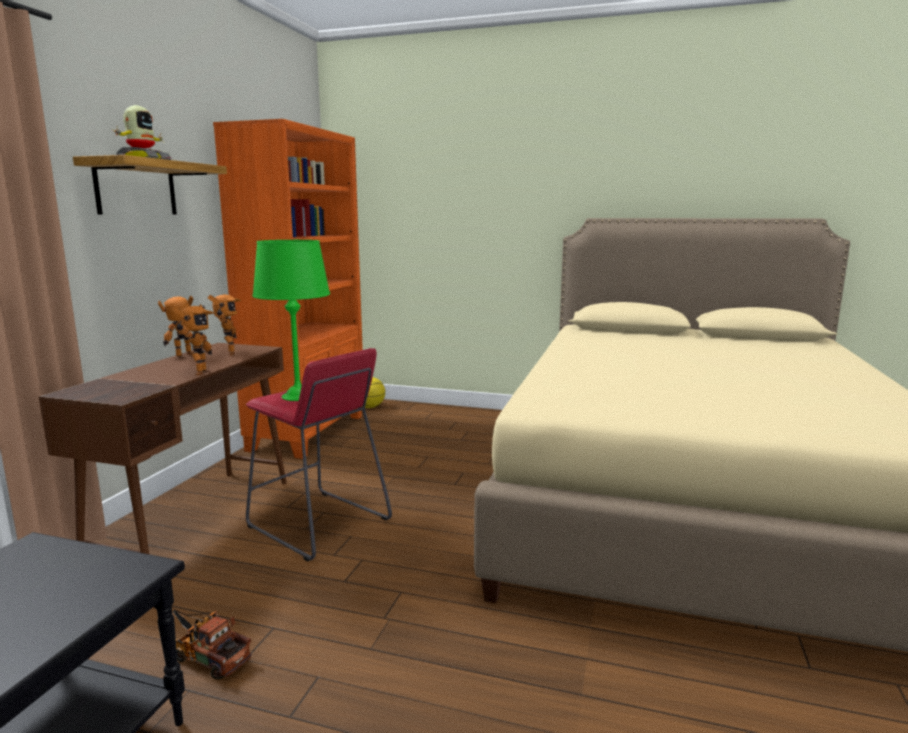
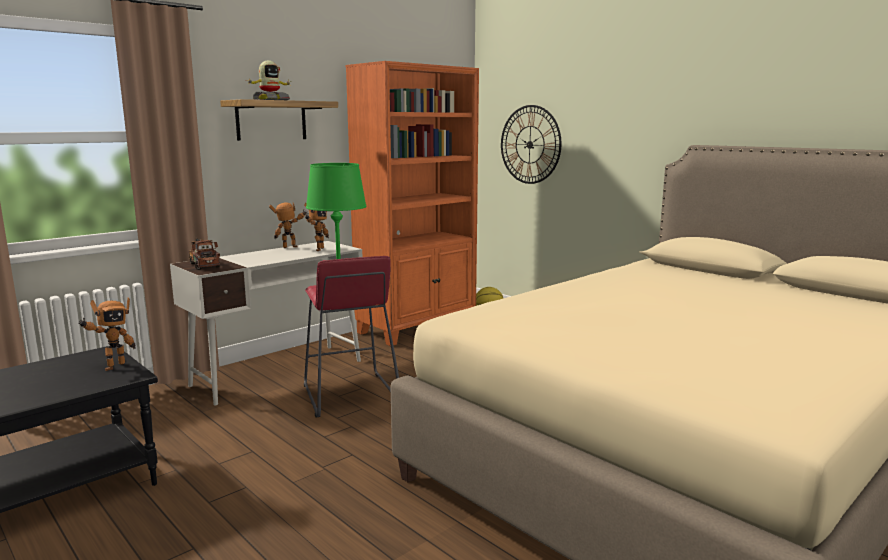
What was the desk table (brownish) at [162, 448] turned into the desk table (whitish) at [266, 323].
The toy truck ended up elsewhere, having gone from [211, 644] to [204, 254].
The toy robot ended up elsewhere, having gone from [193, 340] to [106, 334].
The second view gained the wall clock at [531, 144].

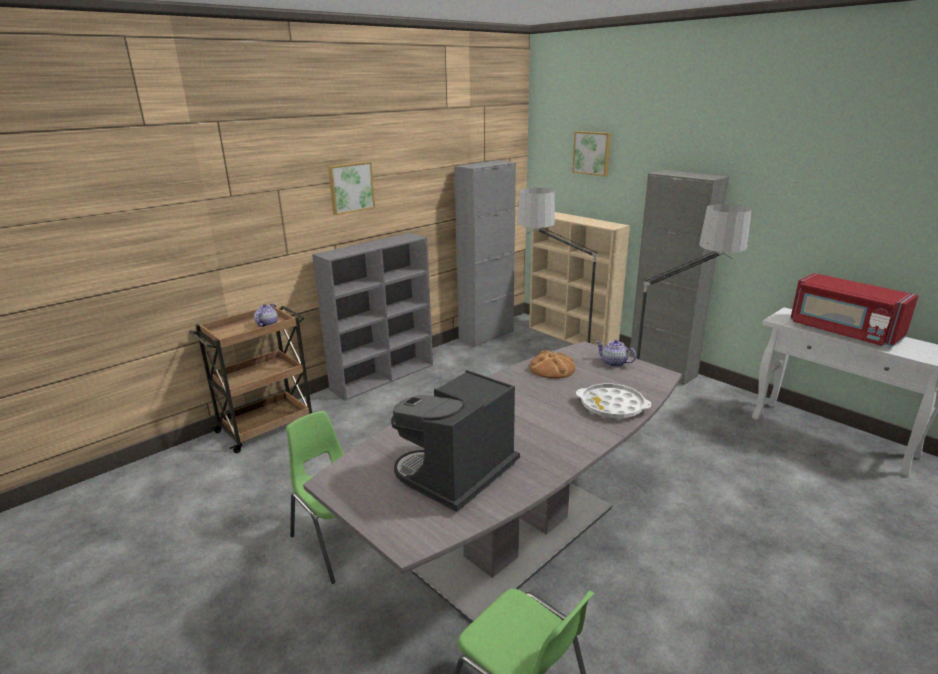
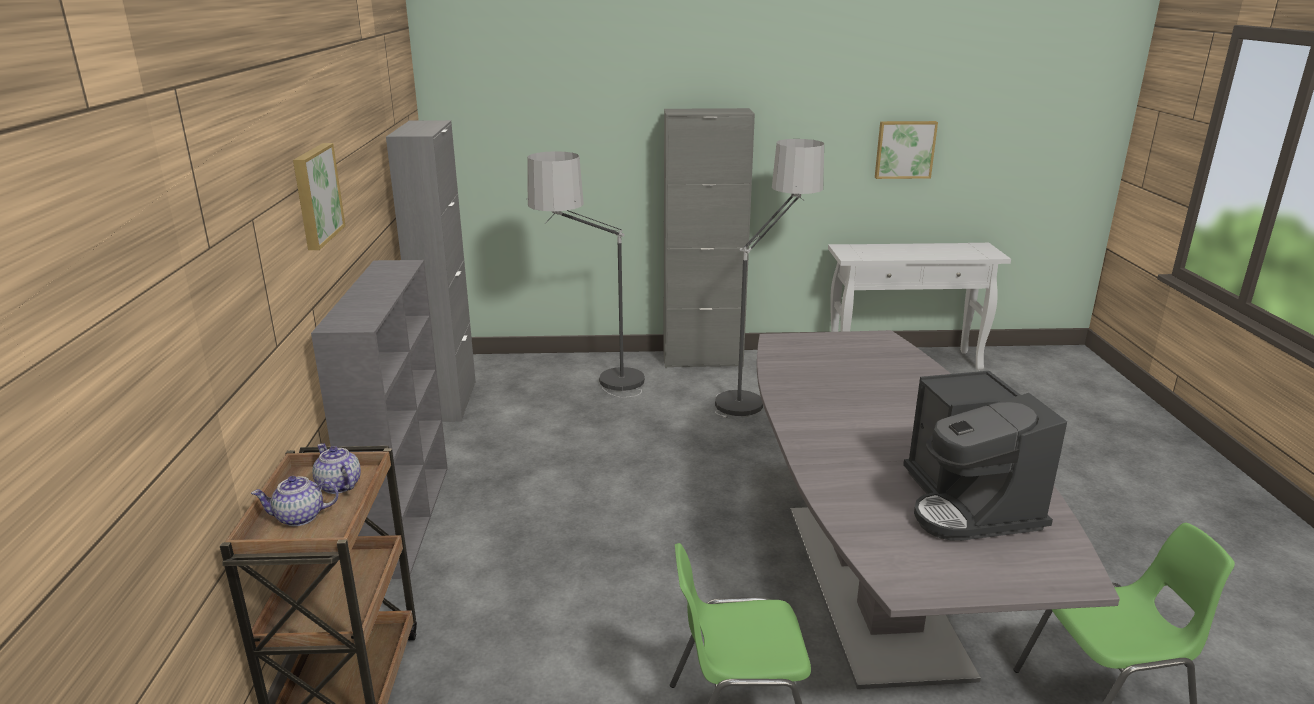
The second view lost the shelving unit (sand-coloured) at [579, 279].
The second view lost the bakery bread at [552, 364].
The wall picture ended up elsewhere, having gone from [591, 153] to [906, 150].
The second view lost the carrying tray (whitish) at [613, 401].
The tea pot ended up elsewhere, having gone from [616, 353] to [294, 501].
The second view lost the kitchen microwave (reddish) at [854, 310].

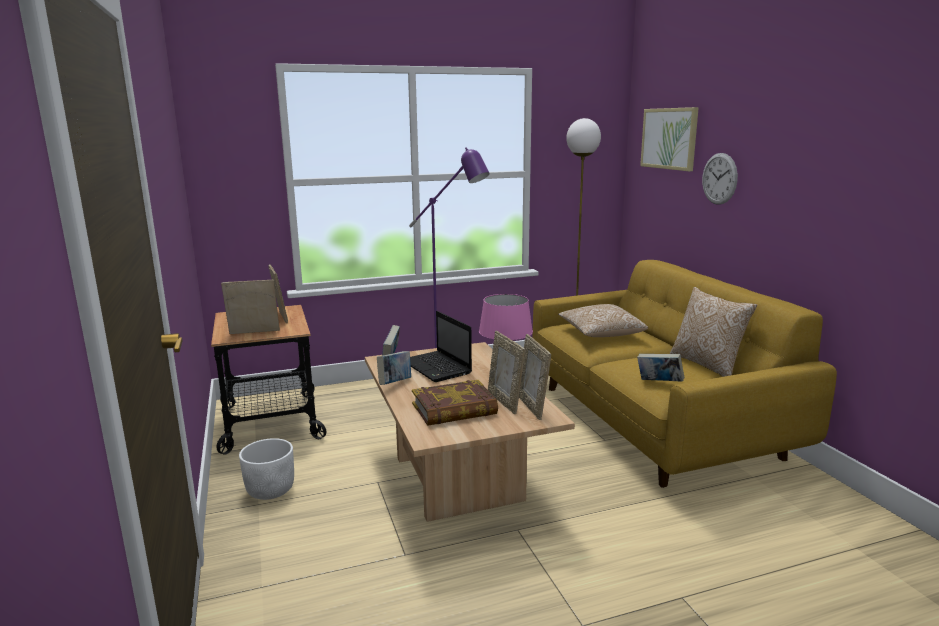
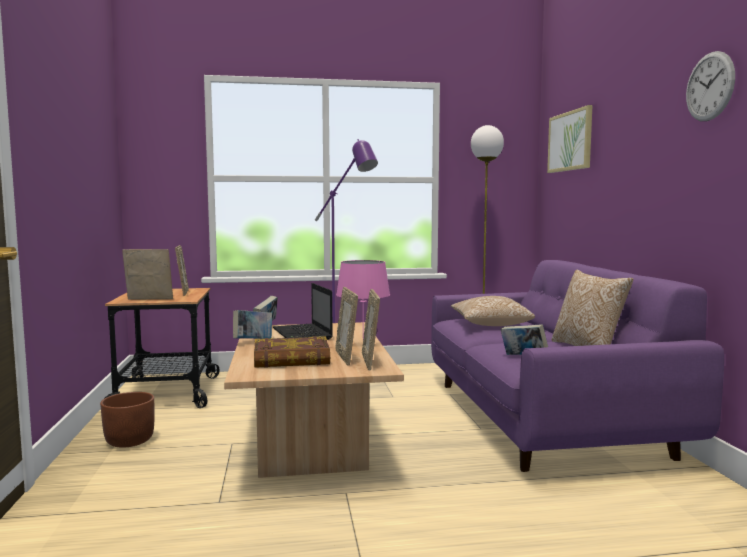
What was the plant pot (whitish) at [266, 469] turned into the plant pot (brownish) at [127, 420].
What was the couch (yellowish) at [685, 374] turned into the couch (purple) at [577, 366].
The wall clock ended up elsewhere, having gone from [720, 179] to [710, 86].

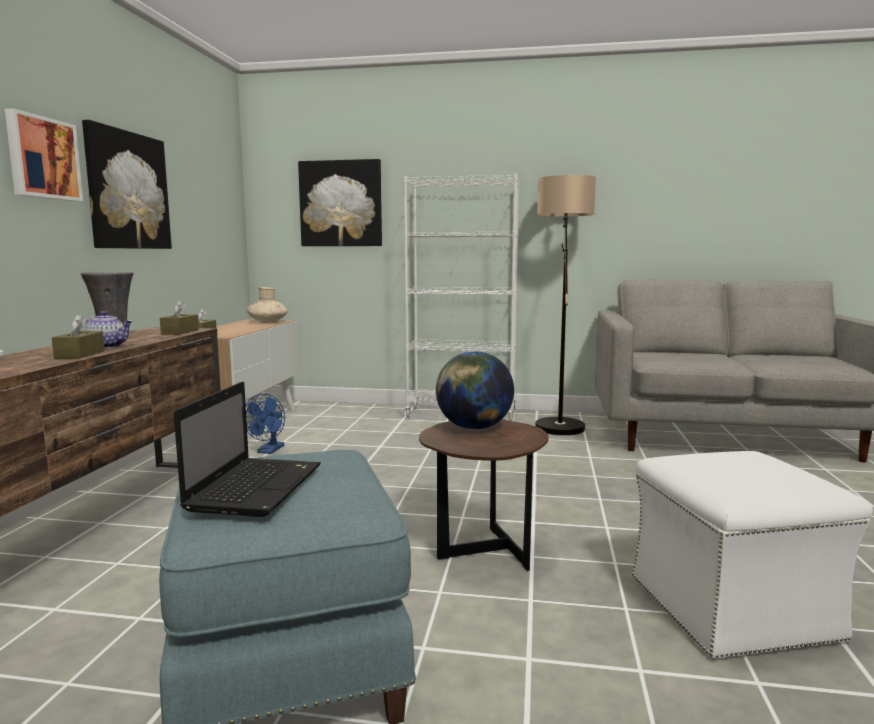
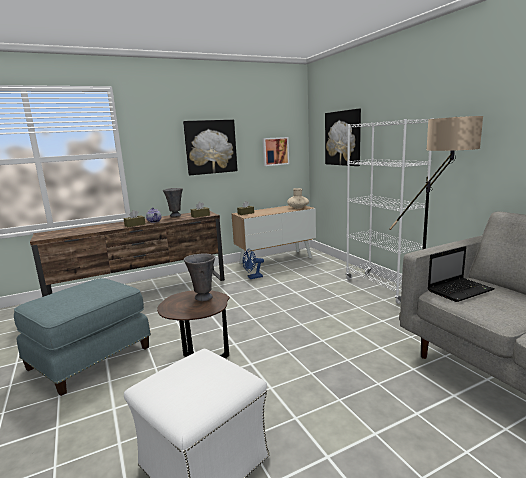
The wall picture ended up elsewhere, having gone from [44, 155] to [276, 151].
The laptop ended up elsewhere, having gone from [247, 449] to [461, 274].
Where the desk globe stood at [475, 390], the decorative vase (grey) came to stand at [199, 277].

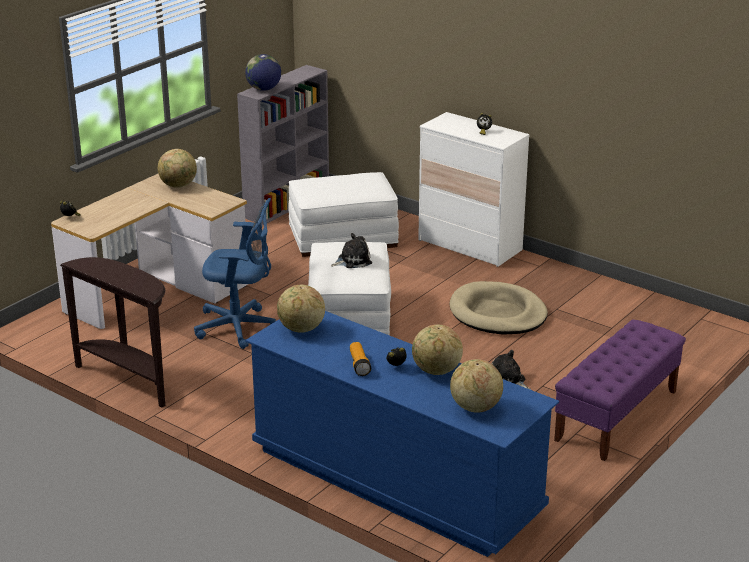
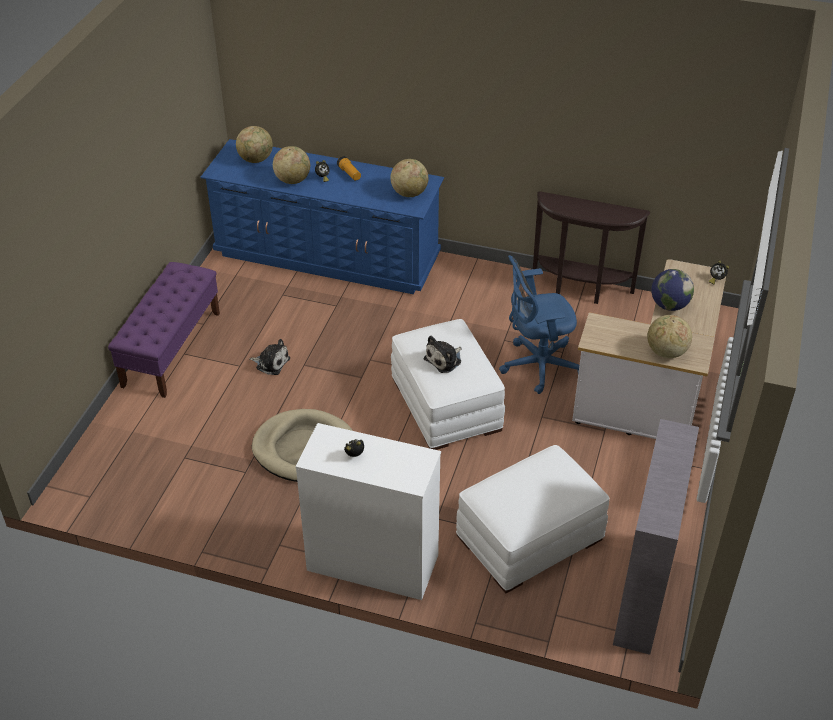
The desk globe ended up elsewhere, having gone from [263, 72] to [672, 290].

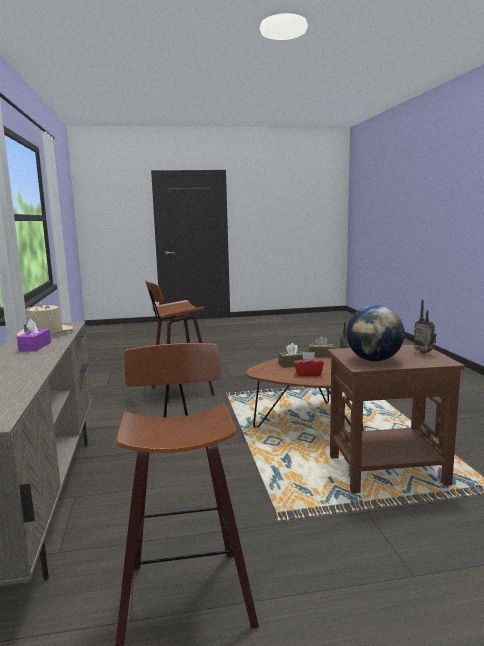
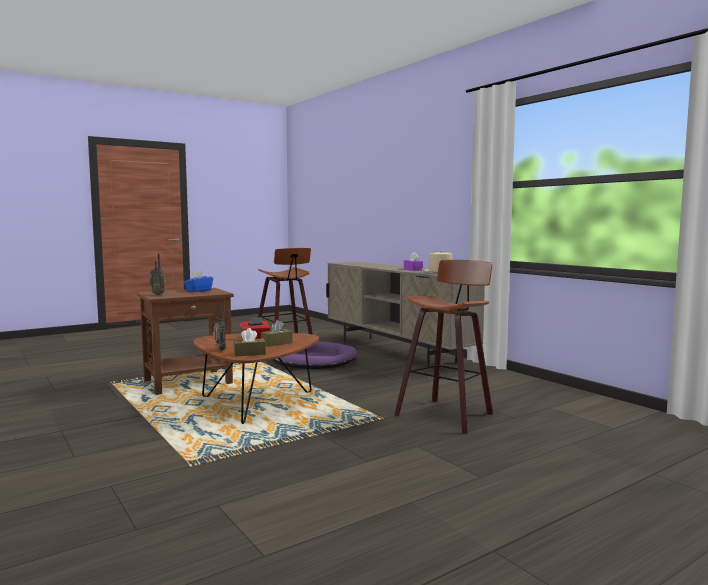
Where the desk globe stood at [375, 333], the box of tissues (bluish) came to stand at [198, 281].
The second view gained the pet bed (purple) at [315, 355].

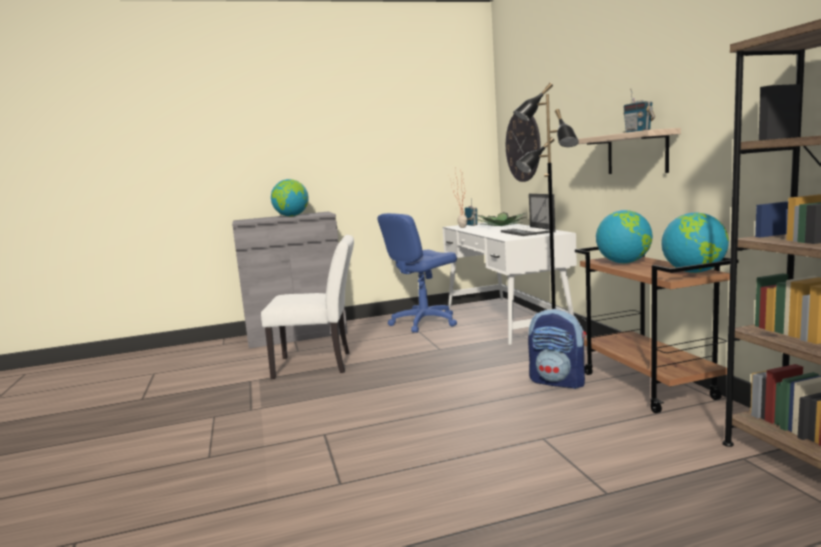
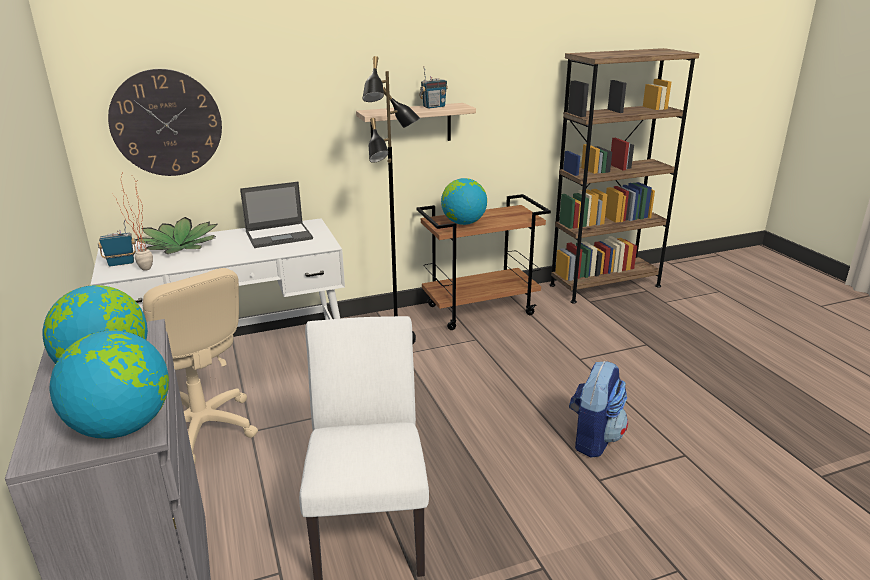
What was the desk chair (bluish) at [417, 273] turned into the desk chair (sand-coloured) at [200, 366].
The rucksack ended up elsewhere, having gone from [557, 349] to [598, 409].
The desk globe ended up elsewhere, having gone from [695, 243] to [109, 384].

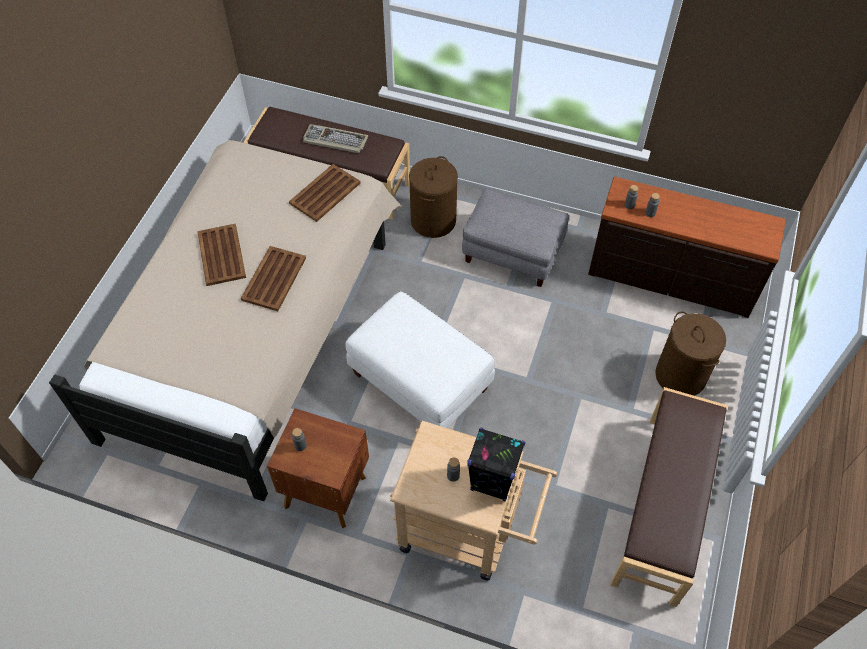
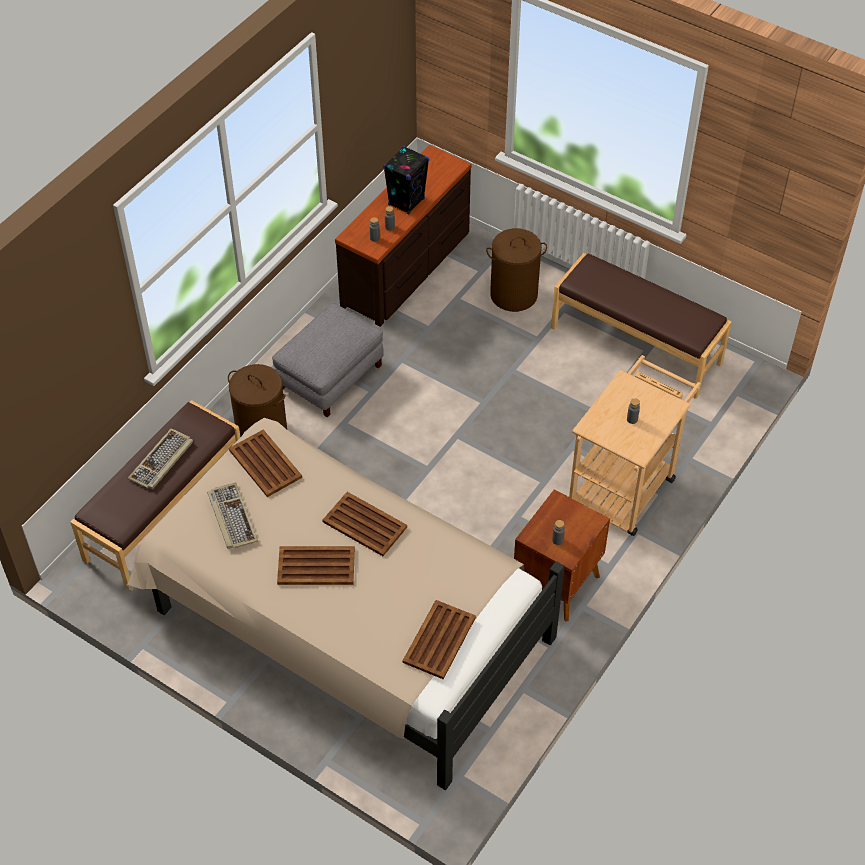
The second view lost the pouffe (whitish) at [420, 359].
The loudspeaker (black-coloured) ended up elsewhere, having gone from [496, 464] to [406, 180].
The second view gained the computer keyboard at [232, 516].
The second view gained the carrying tray (brownish) at [439, 640].

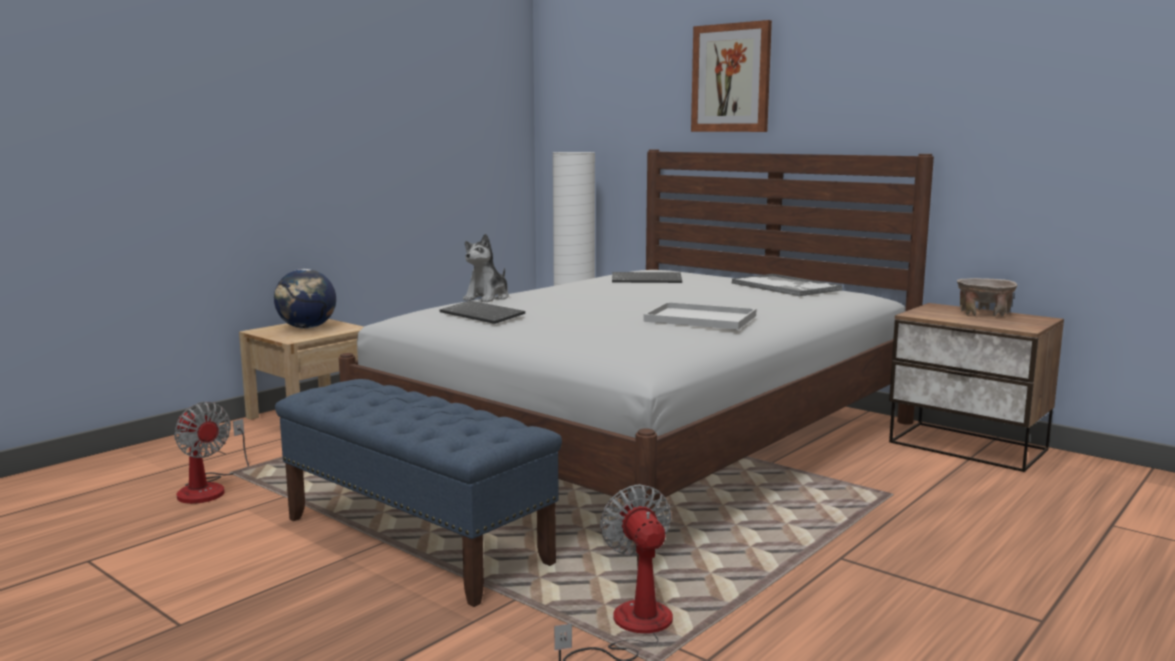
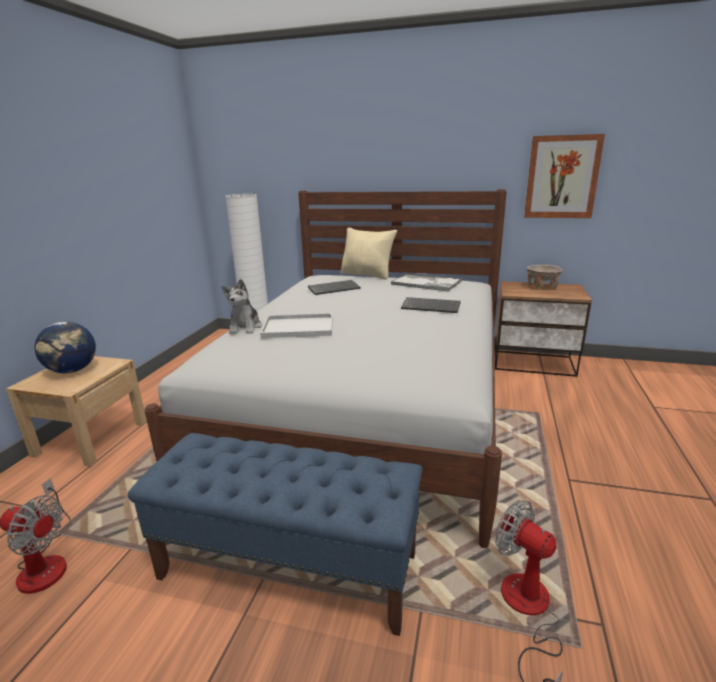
The computer keyboard ended up elsewhere, having gone from [482, 312] to [431, 305].
The carrying tray (whitish) ended up elsewhere, having gone from [699, 316] to [296, 325].
The wall picture ended up elsewhere, having gone from [731, 76] to [564, 176].
The second view gained the pillow (sand-coloured) at [369, 254].

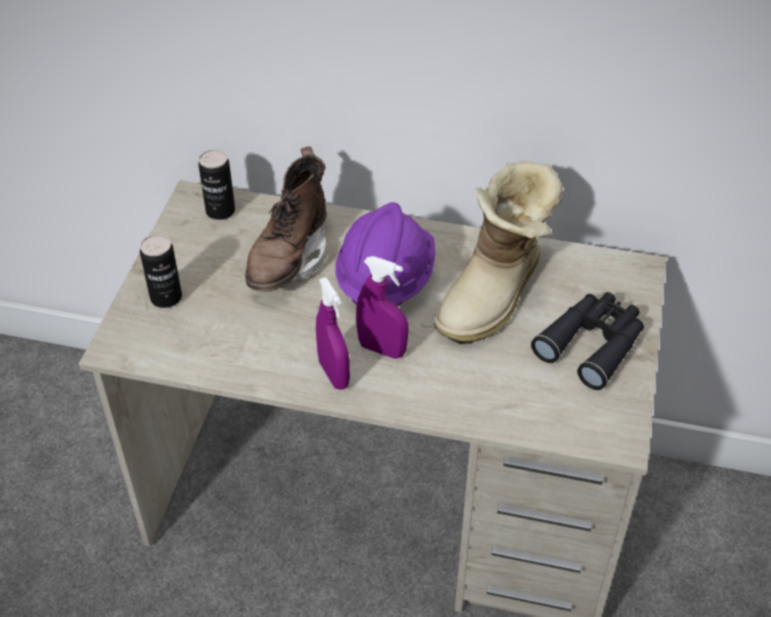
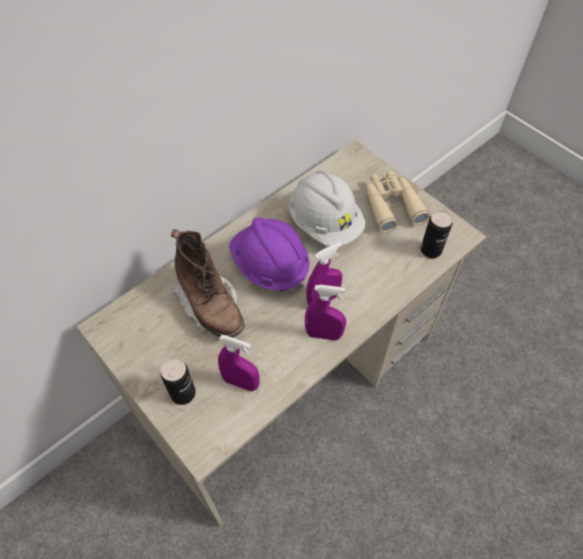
The can ended up elsewhere, having gone from [216, 184] to [436, 234].
Where the high-top boot stood at [498, 252], the hard hat (whitish) came to stand at [327, 208].
What was the binoculars (black-coloured) at [587, 341] turned into the binoculars (sand-coloured) at [398, 202].
The second view gained the spray bottle (purple) at [239, 363].

